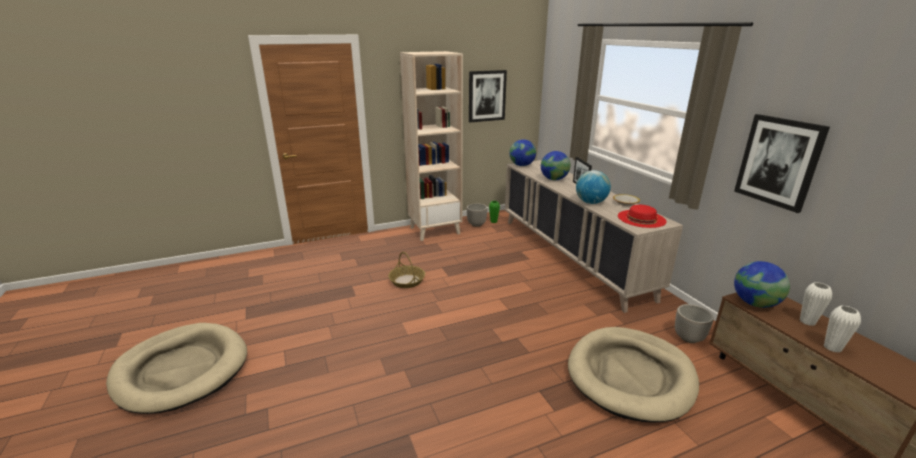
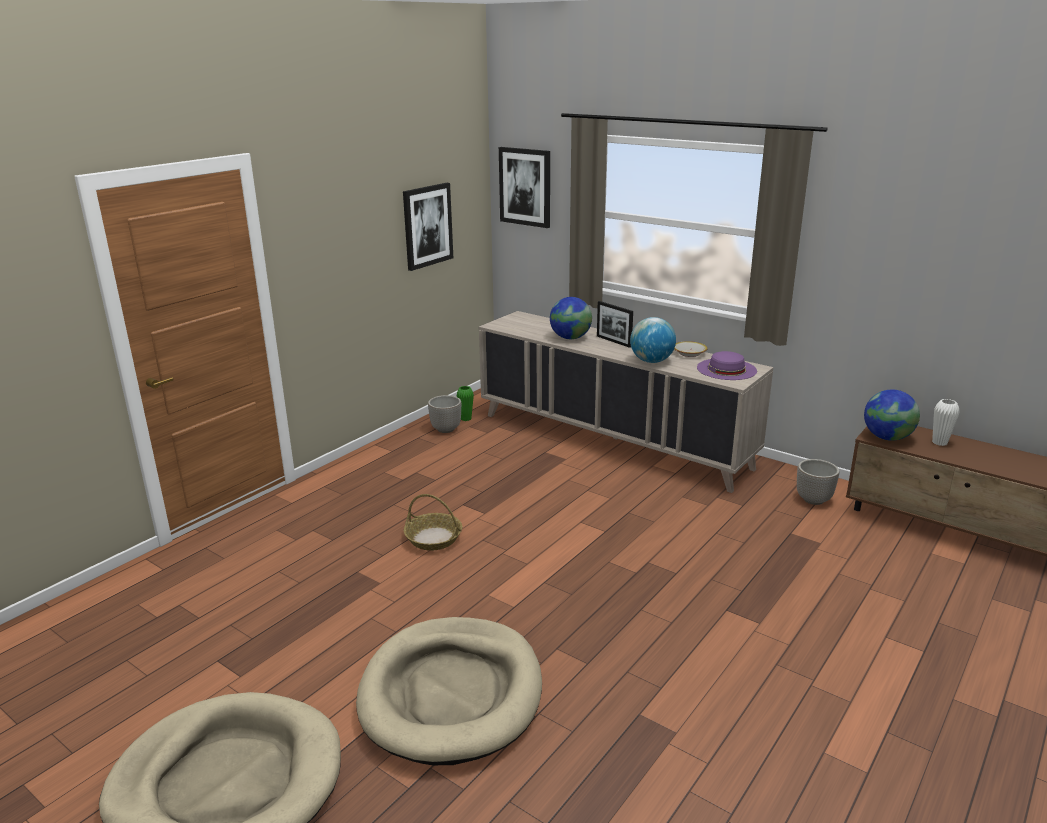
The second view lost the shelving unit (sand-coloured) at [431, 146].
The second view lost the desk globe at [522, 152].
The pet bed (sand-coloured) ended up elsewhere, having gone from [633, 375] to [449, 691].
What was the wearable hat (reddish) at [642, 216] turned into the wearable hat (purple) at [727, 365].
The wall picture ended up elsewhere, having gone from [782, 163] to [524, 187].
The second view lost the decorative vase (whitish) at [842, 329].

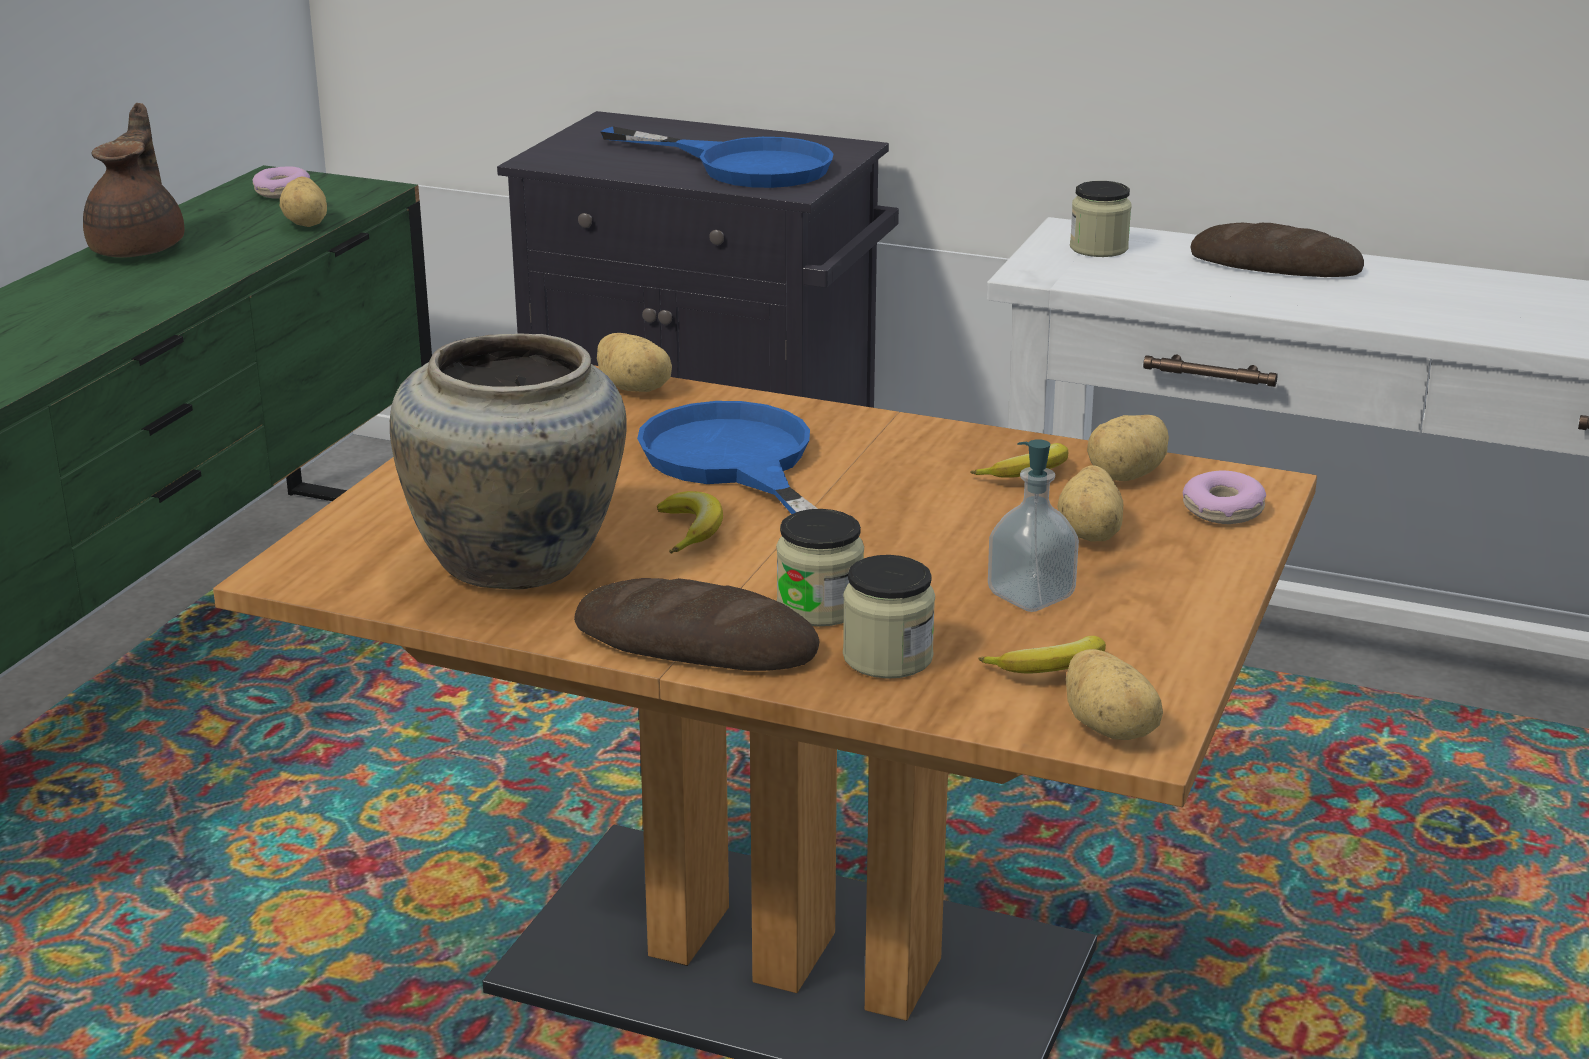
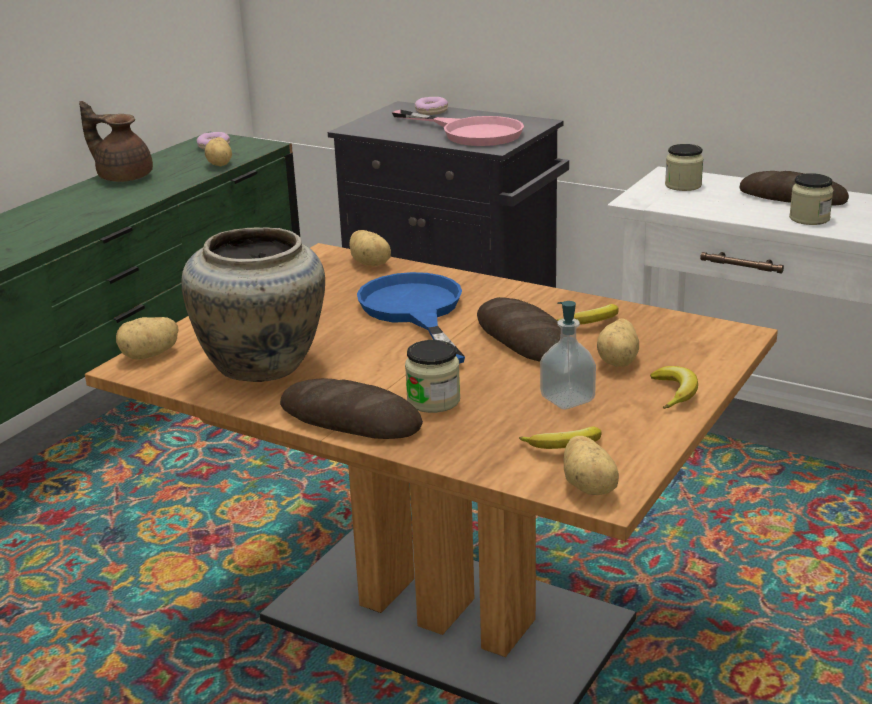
The tea pot (brownish) at [134, 180] ended up facing another way, 75 degrees counterclockwise from before.
What was the skillet (bluish) at [717, 157] turned into the skillet (pink) at [458, 128].
The whole banana ended up elsewhere, having gone from [690, 522] to [674, 387].
The storage jar ended up elsewhere, having gone from [889, 617] to [811, 199].
The spud ended up elsewhere, having gone from [1128, 448] to [147, 338].
The donut ended up elsewhere, having gone from [1224, 497] to [431, 106].
The second view gained the bakery bread at [519, 329].

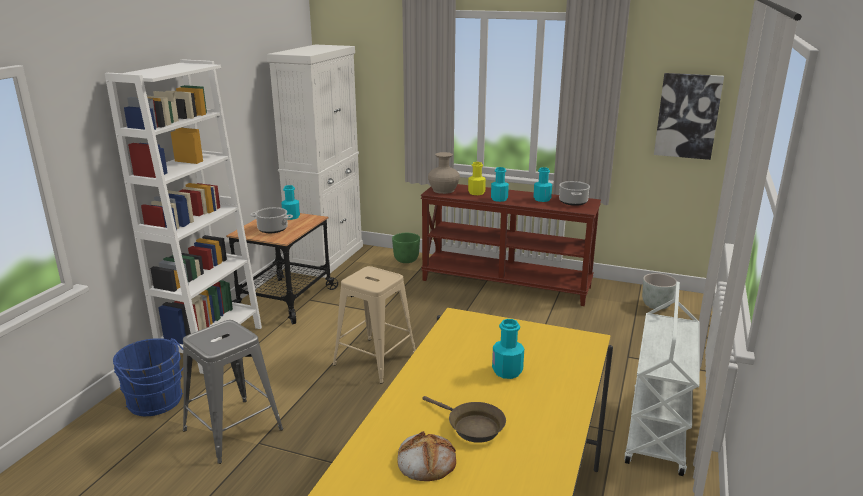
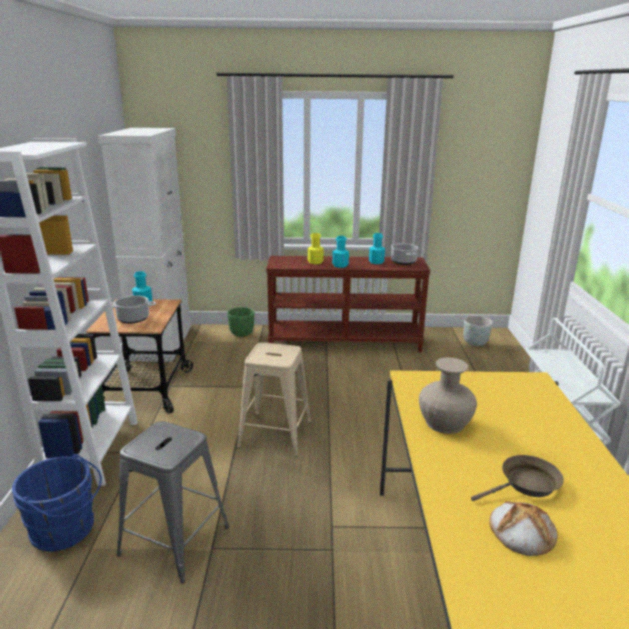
The skillet (brownish) at [464, 419] ended up facing another way, 45 degrees counterclockwise from before.
The decorative vase (sand-coloured) ended up elsewhere, having gone from [444, 173] to [448, 395].
The second view lost the bottle (blue-green) at [508, 349].
The second view lost the wall picture at [689, 116].

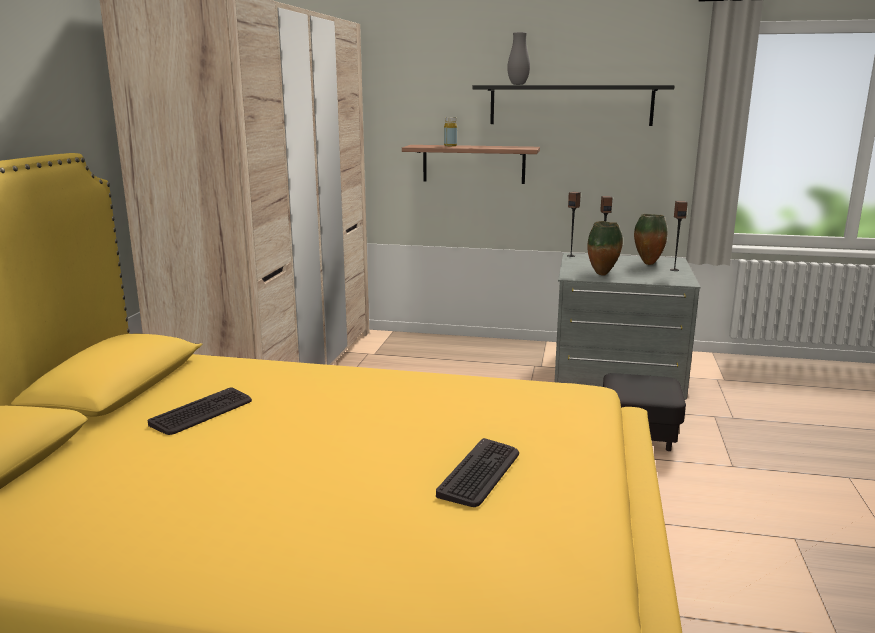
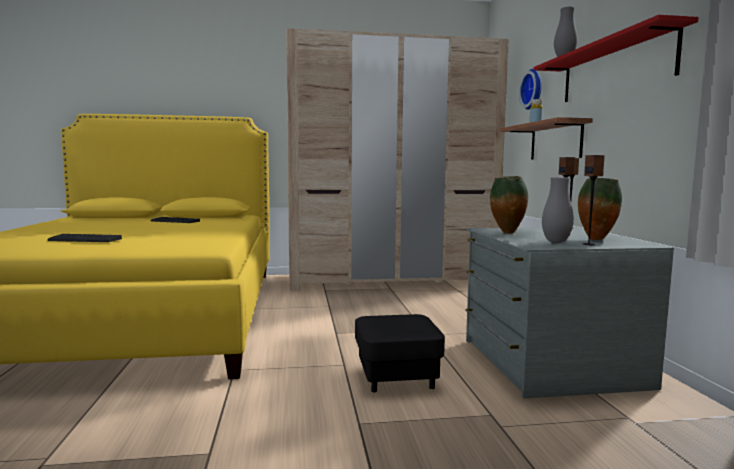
What was the wall shelf (black-coloured) at [573, 105] turned into the wall shelf (reddish) at [616, 58].
The second view gained the wall clock at [530, 89].
The second view gained the decorative vase (grey) at [558, 210].

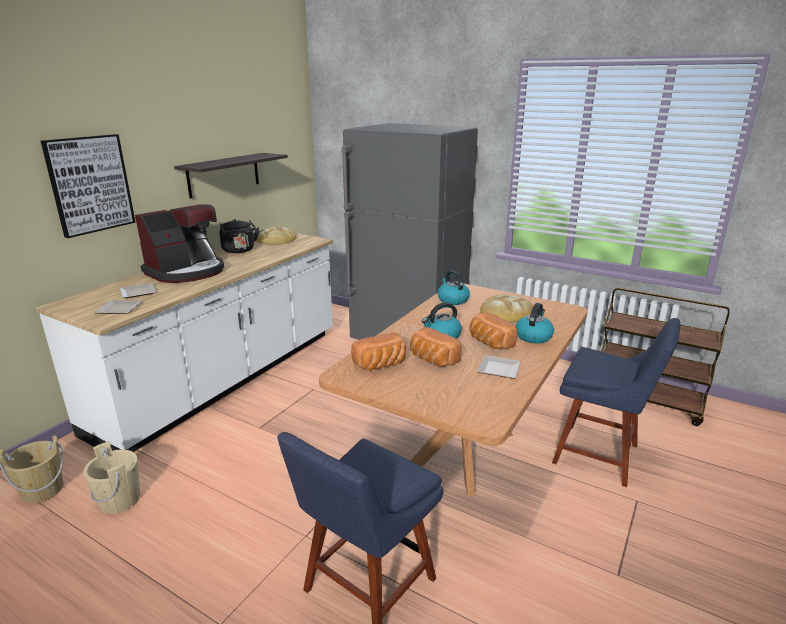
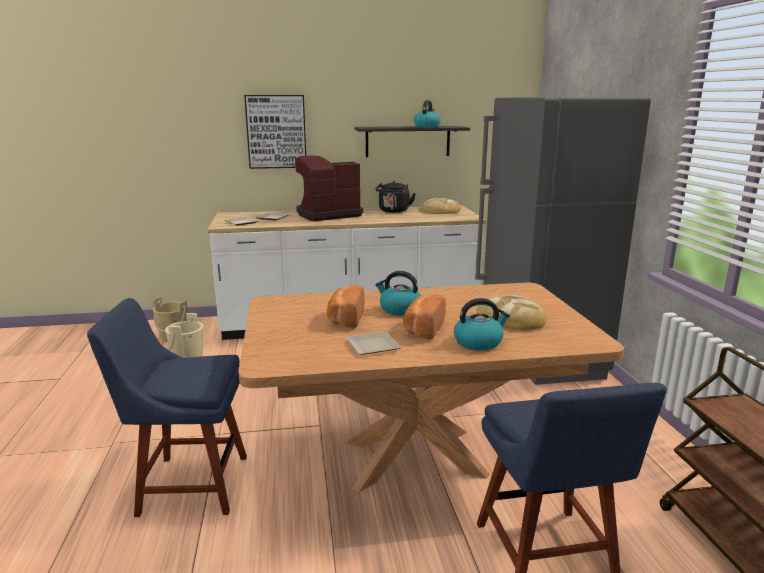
The coffee brewer at [179, 243] ended up facing another way, 150 degrees clockwise from before.
The second view lost the bakery bread at [378, 351].
The water kettle ended up elsewhere, having gone from [454, 288] to [427, 113].

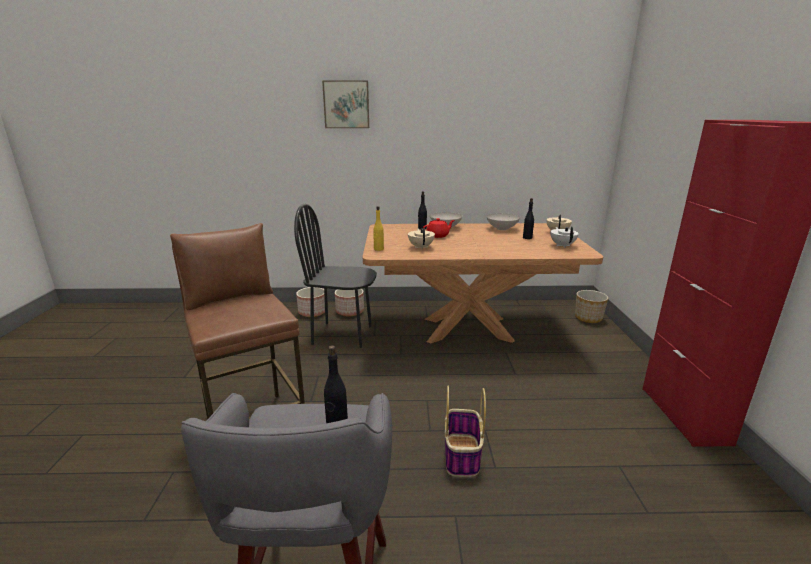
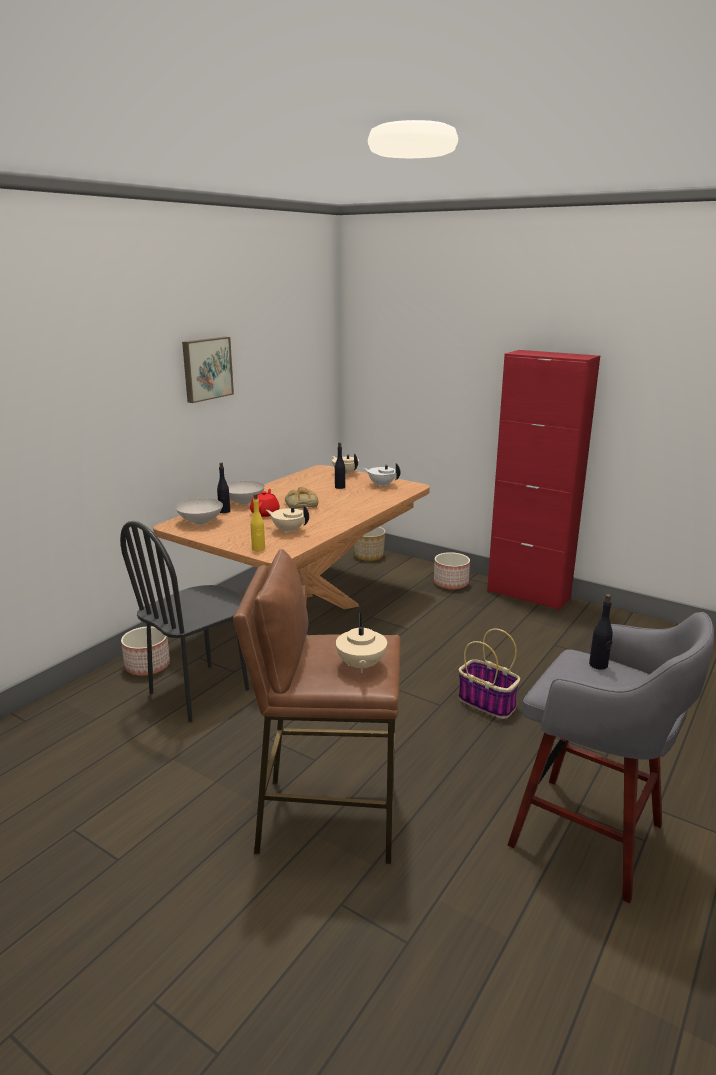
The plant pot ended up elsewhere, having gone from [310, 302] to [452, 571].
The wall picture ended up elsewhere, having gone from [345, 104] to [208, 370].
The serving bowl (whitish) ended up elsewhere, having gone from [503, 221] to [199, 512].
The second view gained the bakery bread at [302, 497].
The second view gained the tea pot (sand-coloured) at [361, 643].

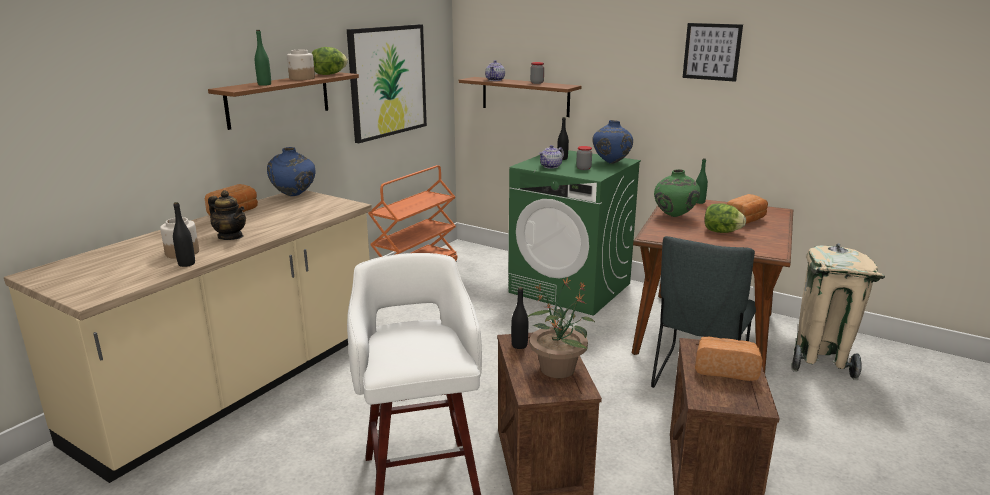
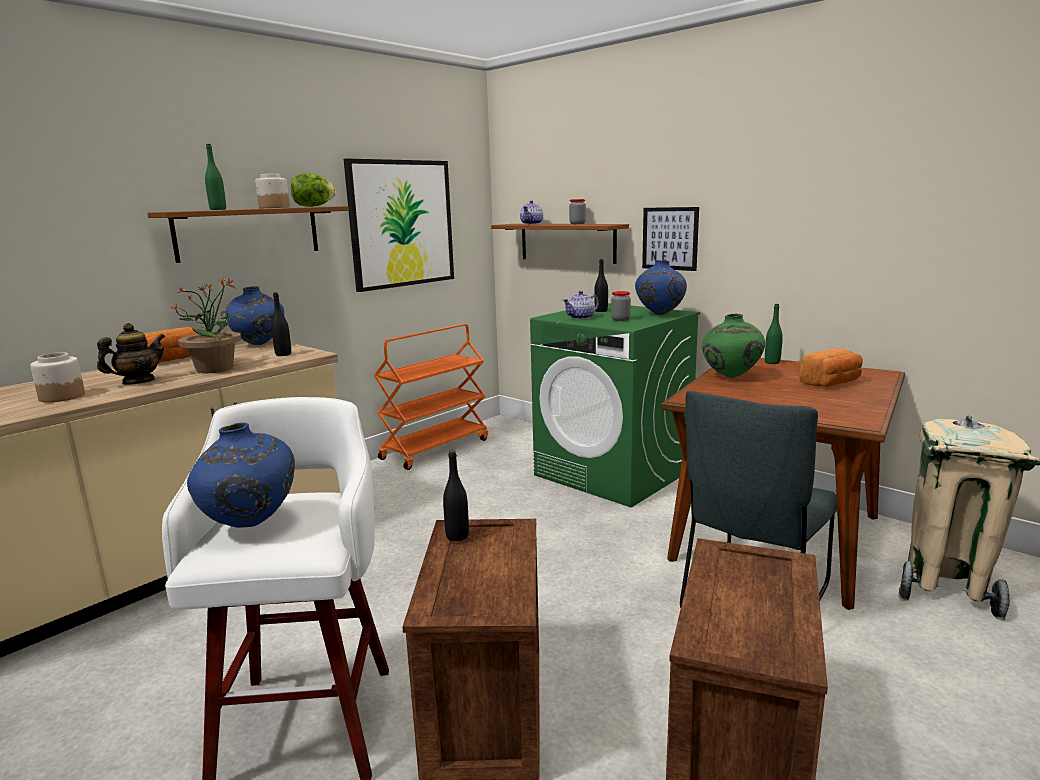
The bottle (black-coloured) ended up elsewhere, having gone from [184, 234] to [281, 324].
The tea pot at [227, 215] ended up facing another way, 90 degrees counterclockwise from before.
The plant in a pot ended up elsewhere, having gone from [561, 328] to [208, 325].
The wall picture ended up elsewhere, having gone from [712, 52] to [670, 239].
The second view lost the bakery bread at [729, 358].
The second view lost the lettuce head at [725, 218].
The second view gained the decorative vase (bluish) at [241, 475].

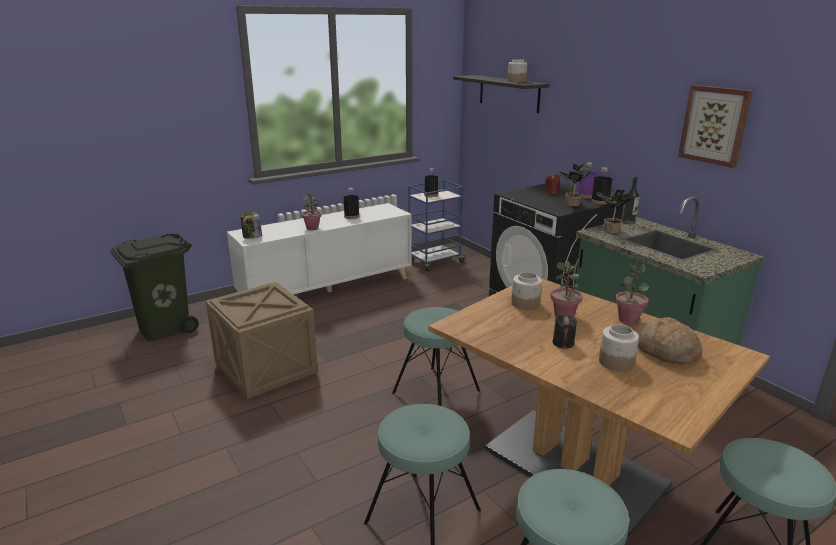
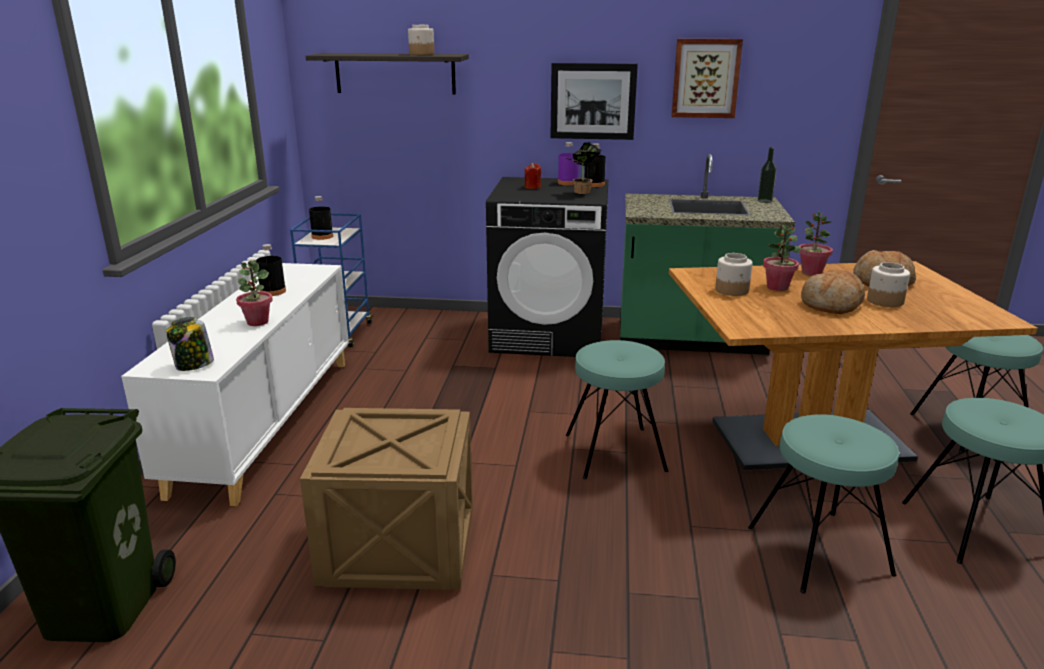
Where the wax light (black-coloured) stood at [564, 331], the bakery bread came to stand at [833, 291].
The second view lost the plant in a pot at [614, 211].
The bottle ended up elsewhere, having gone from [630, 200] to [766, 175].
The second view gained the wall picture at [594, 101].

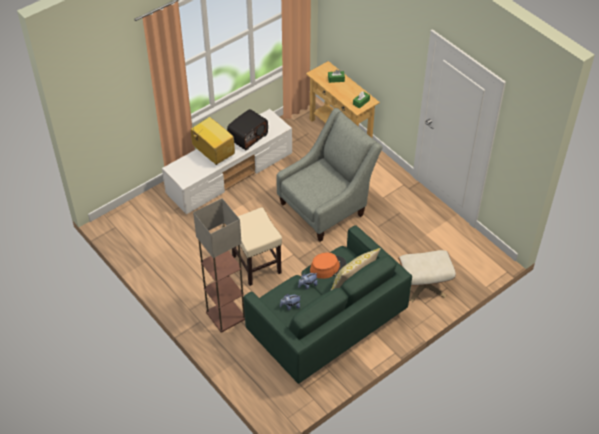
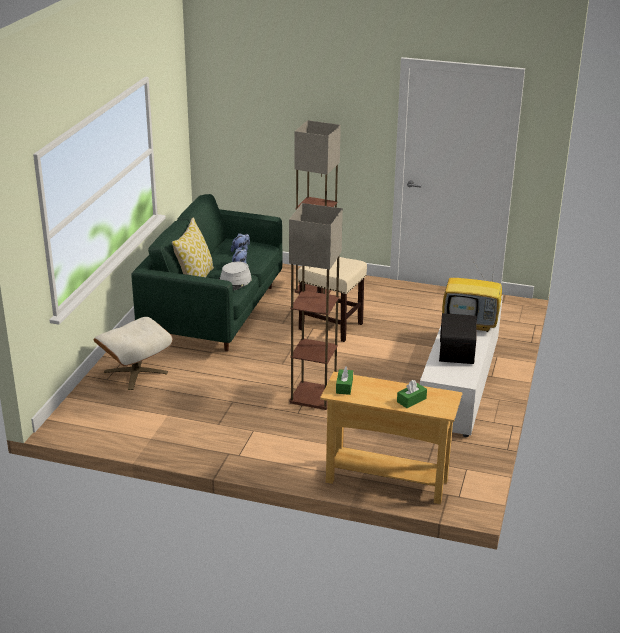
Where the easy chair (grey) stood at [329, 175], the standard lamp came to stand at [316, 306].
What was the wearable hat (orange) at [328, 265] turned into the wearable hat (grey) at [235, 276].

